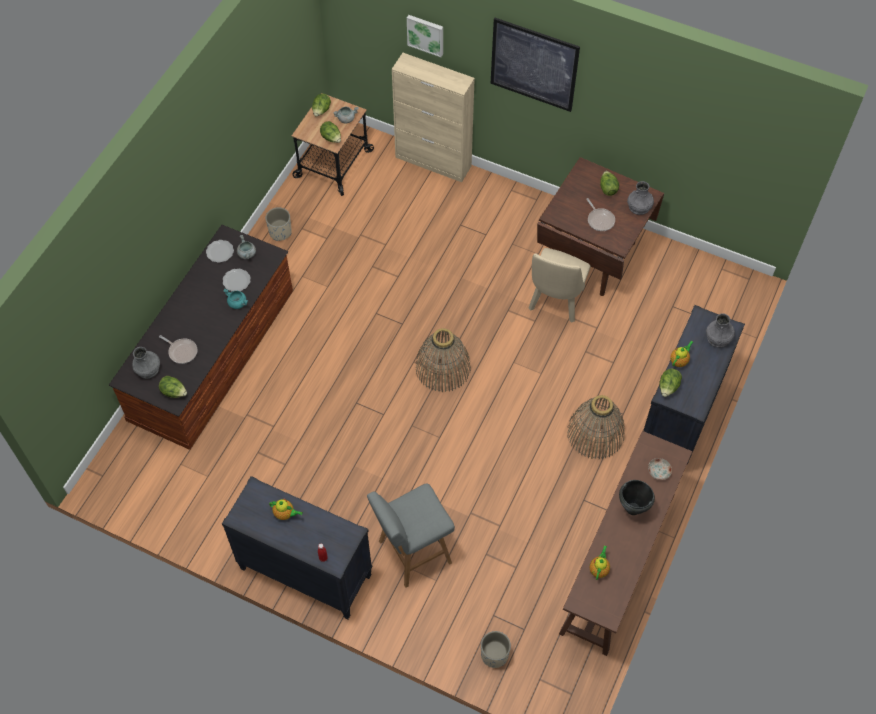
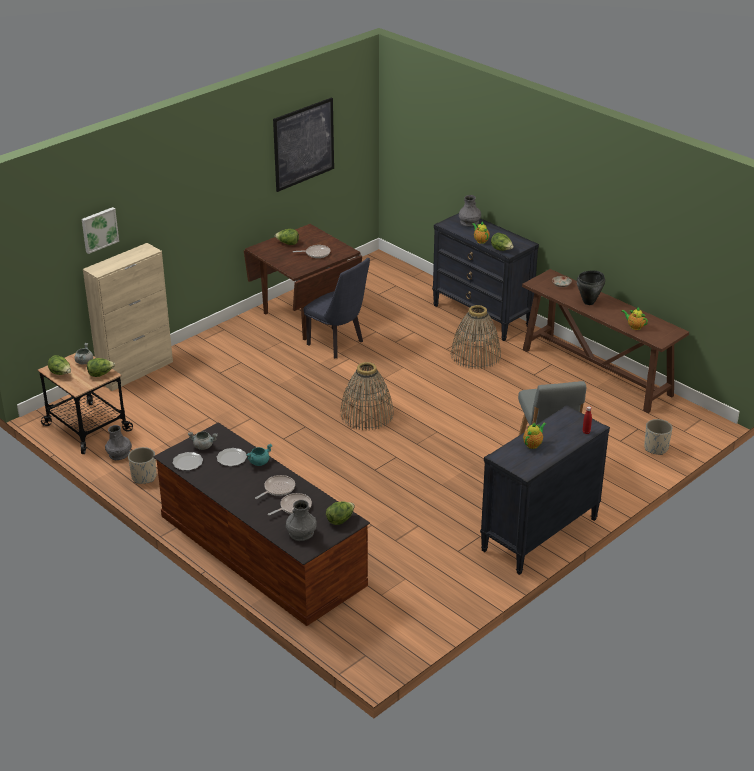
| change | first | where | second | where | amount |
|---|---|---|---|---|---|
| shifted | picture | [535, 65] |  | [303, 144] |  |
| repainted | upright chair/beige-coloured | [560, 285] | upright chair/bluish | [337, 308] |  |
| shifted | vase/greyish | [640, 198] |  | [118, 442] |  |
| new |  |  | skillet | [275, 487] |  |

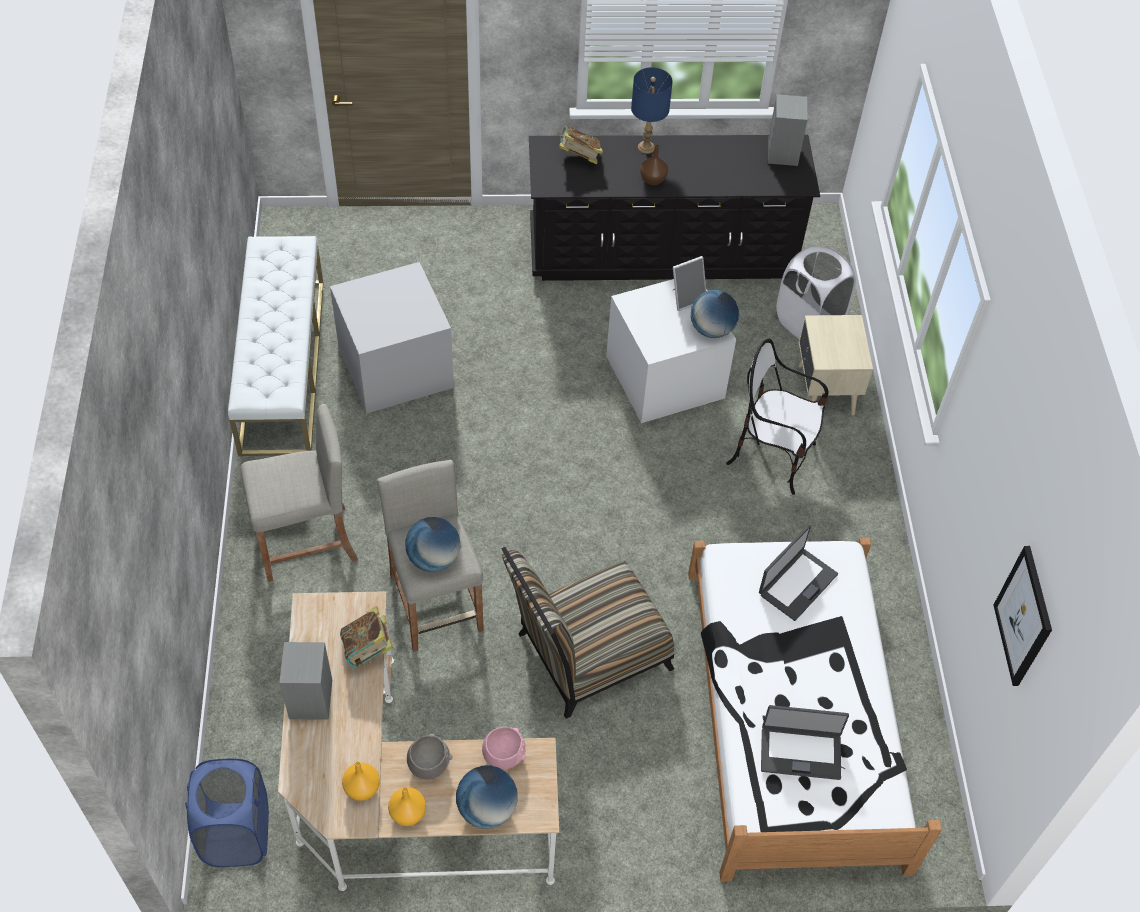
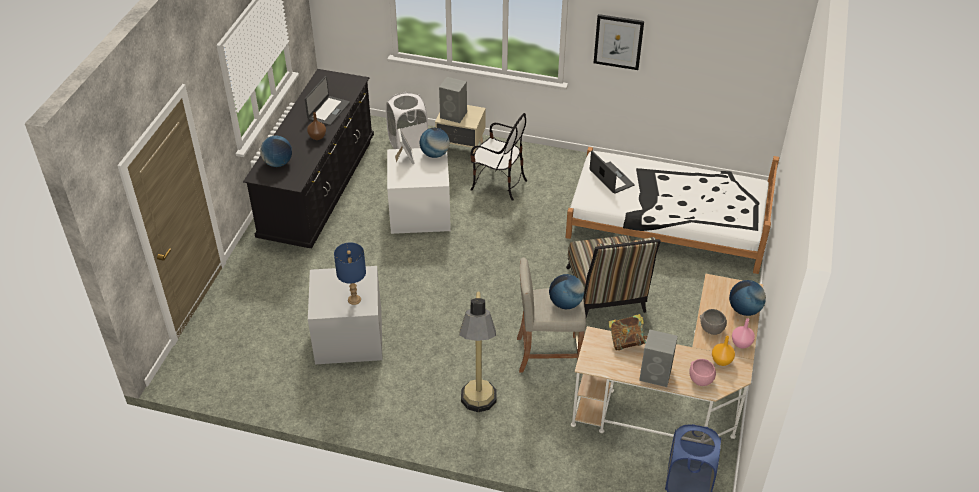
| change | first | where | second | where | amount |
|---|---|---|---|---|---|
| gone | long seat/white-coloured | [275, 346] |  |  |  |
| swapped | stool/beige-coloured | [299, 492] | floor lamp | [478, 351] |  |
| repainted | vase/orangey | [407, 806] | vase/pinkish | [743, 333] |  |
| shifted | bowl/pinkish | [504, 748] |  | [702, 372] |  |
| swapped | book | [580, 145] | world globe | [276, 151] |  |
| shifted | table lamp/bluish | [652, 110] |  | [350, 273] |  |
| rotated | upright chair | [777, 417] |  | [499, 157] | 105 degrees counterclockwise |
| shifted | portable computer | [805, 742] |  | [327, 101] |  |
| shifted | loudspeaker/greyish | [788, 130] |  | [453, 100] |  |
| shifted | picture | [1023, 616] |  | [619, 42] |  |

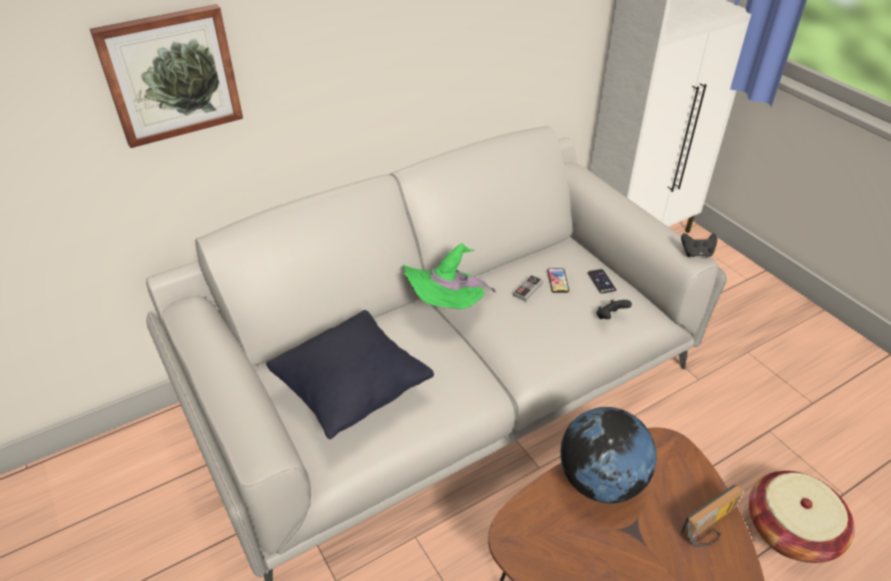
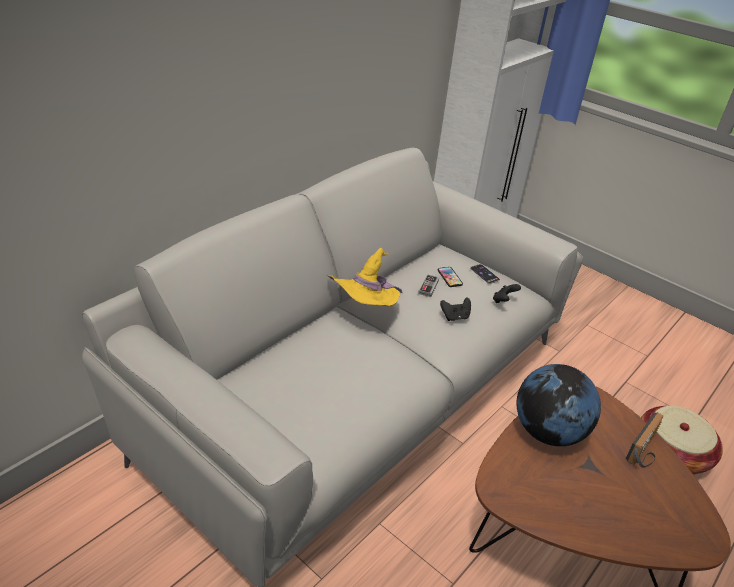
| change | first | where | second | where | amount |
|---|---|---|---|---|---|
| gone | picture | [166, 76] |  |  |  |
| gone | pillow/black | [350, 374] |  |  |  |
| repainted | clothing hat/green | [449, 276] | clothing hat/yellow | [365, 277] |  |
| shifted | joypad/black | [699, 245] |  | [455, 309] |  |

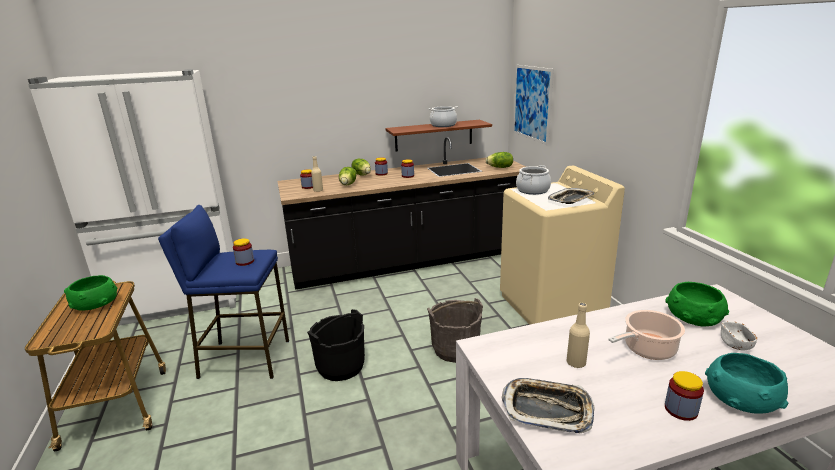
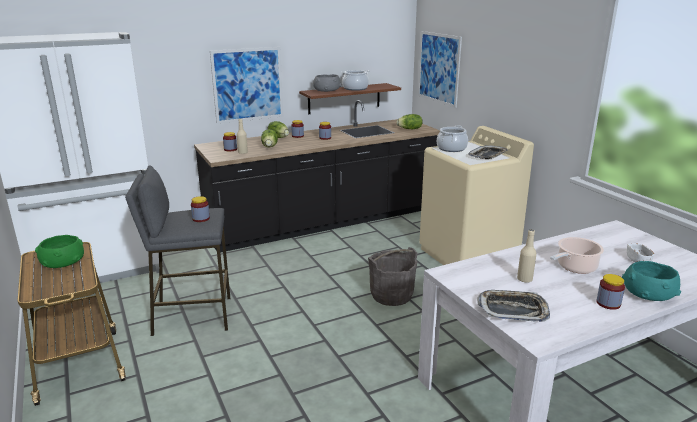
| change | first | where | second | where | amount |
|---|---|---|---|---|---|
| repainted | stool/bluish | [223, 292] | stool/greyish | [177, 251] |  |
| gone | pail/black | [336, 345] |  |  |  |
| gone | bowl/green | [697, 304] |  |  |  |
| new |  |  | picture | [246, 85] |  |
| new |  |  | bowl/greyish | [327, 83] |  |

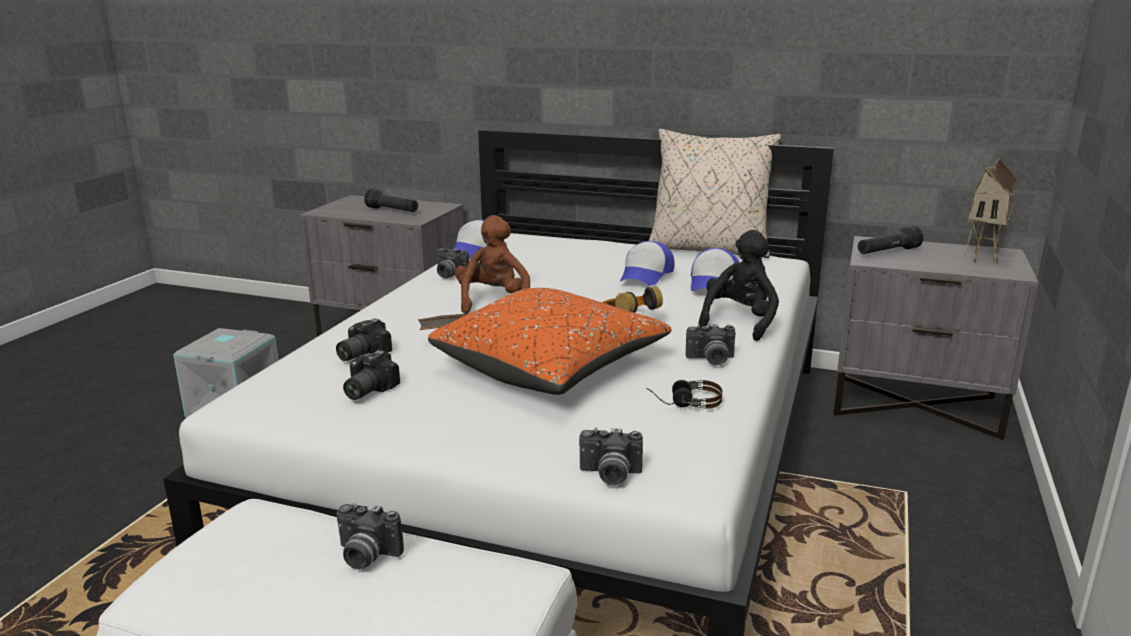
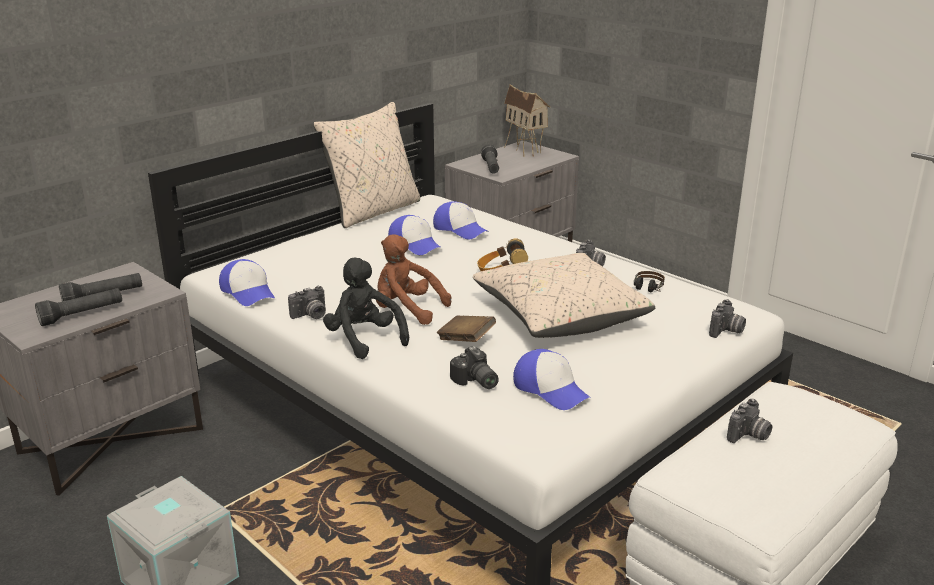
| change | first | where | second | where | amount |
|---|---|---|---|---|---|
| swapped | still camera | [371, 375] | cap | [552, 379] |  |
| repainted | pillow/orangey | [550, 341] | pillow/beige-coloured | [564, 295] |  |
| shifted | soft toy/black | [738, 285] |  | [366, 308] |  |
| new |  |  | torch/black | [78, 307] |  |

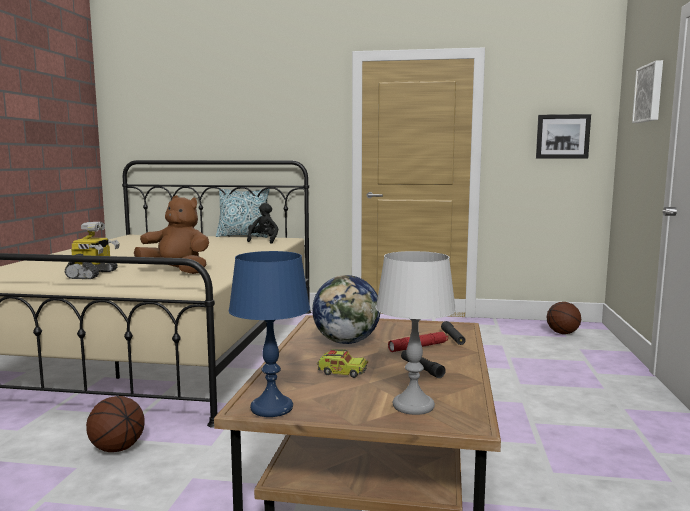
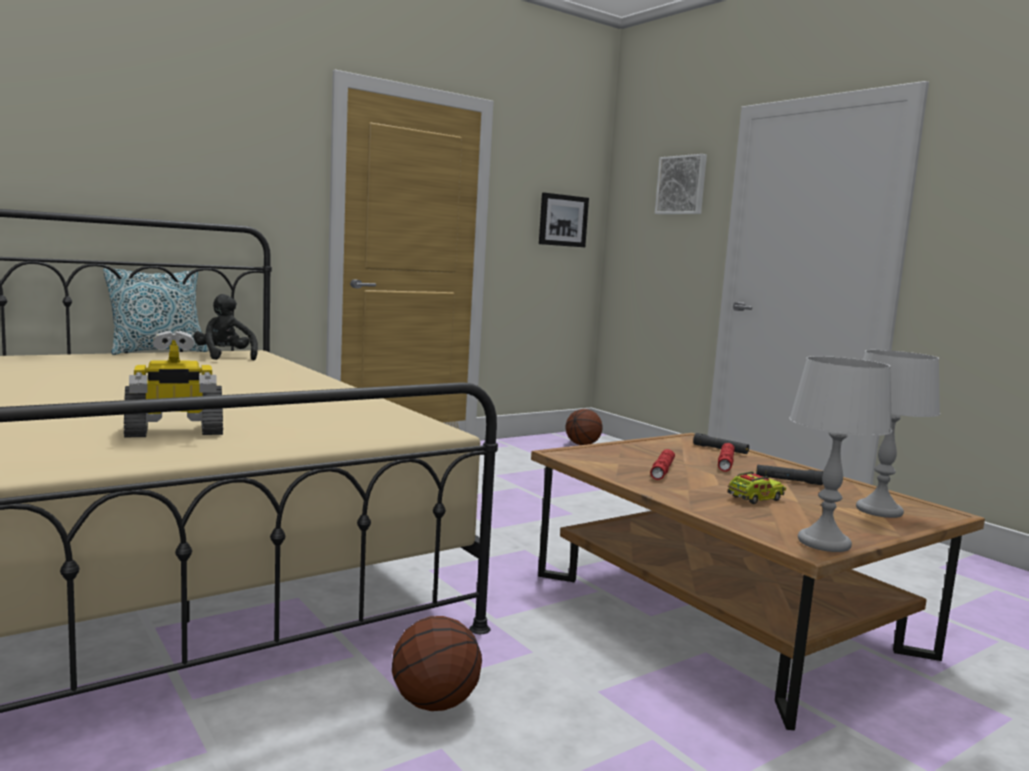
| change | first | where | second | where | amount |
|---|---|---|---|---|---|
| rotated | robot figure | [92, 250] |  | [173, 383] | 105 degrees clockwise |
| gone | soft toy/brown-coloured | [171, 234] |  |  |  |
| repainted | table lamp/bluish | [269, 334] | table lamp/greyish | [840, 454] |  |
| swapped | world globe | [346, 309] | torch/reddish | [662, 464] |  |

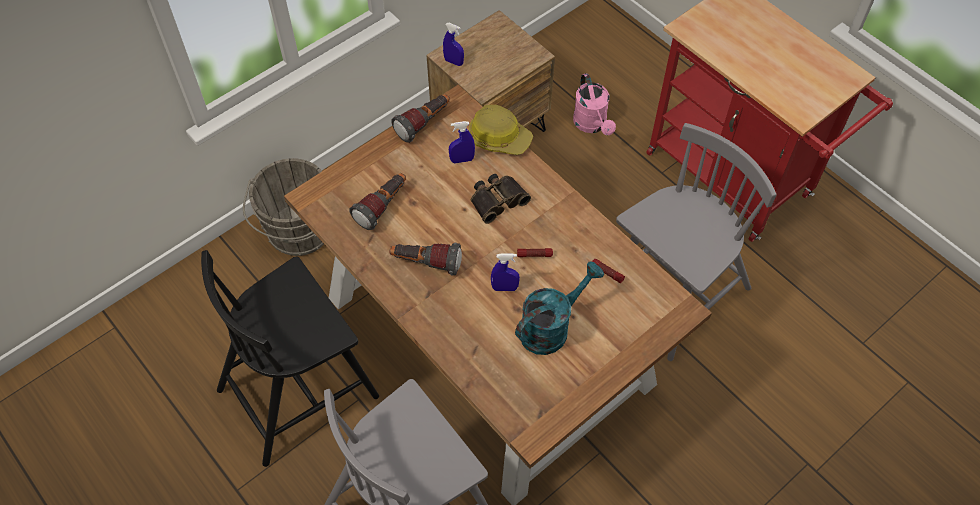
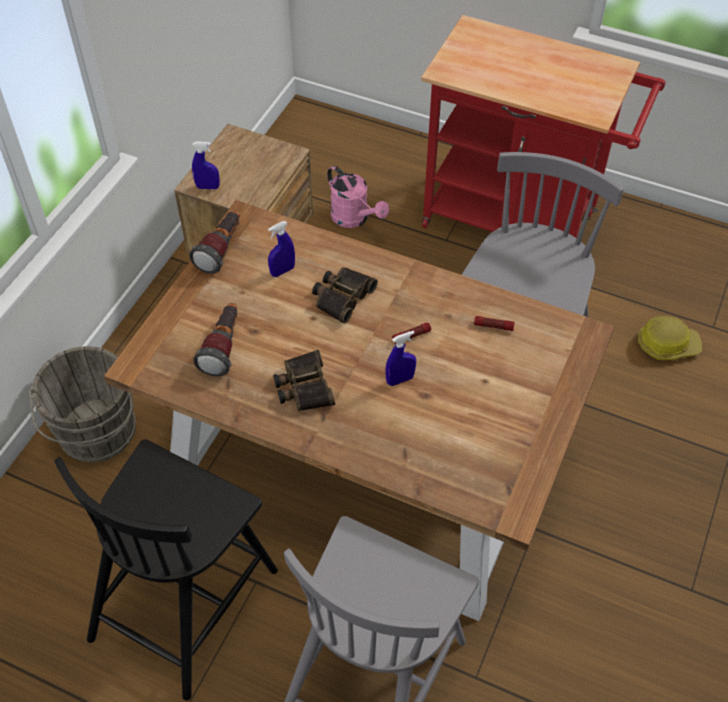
| change | first | where | second | where | amount |
|---|---|---|---|---|---|
| swapped | torch | [425, 259] | field glasses | [304, 381] |  |
| shifted | work helmet | [501, 130] |  | [670, 338] |  |
| gone | watering pot/blue-green | [559, 308] |  |  |  |

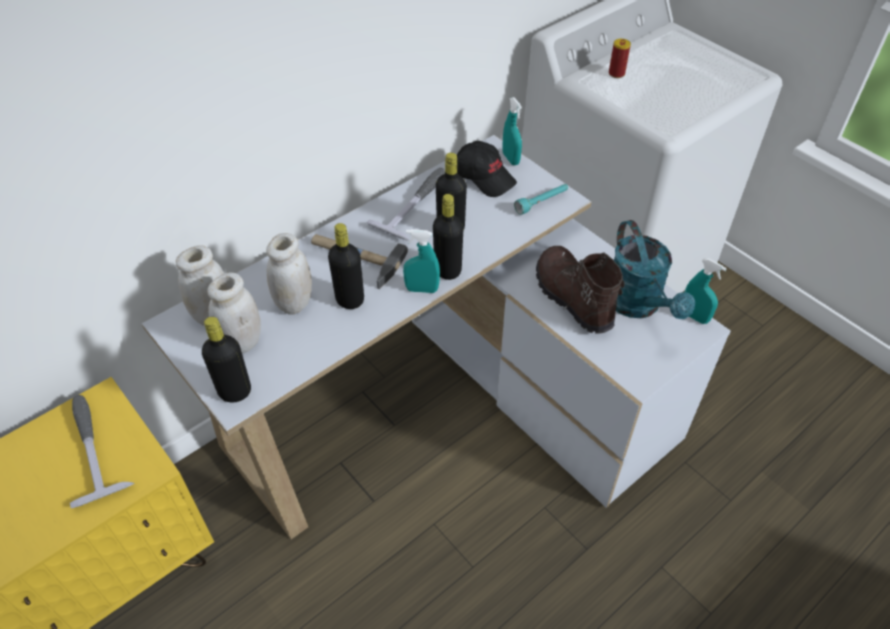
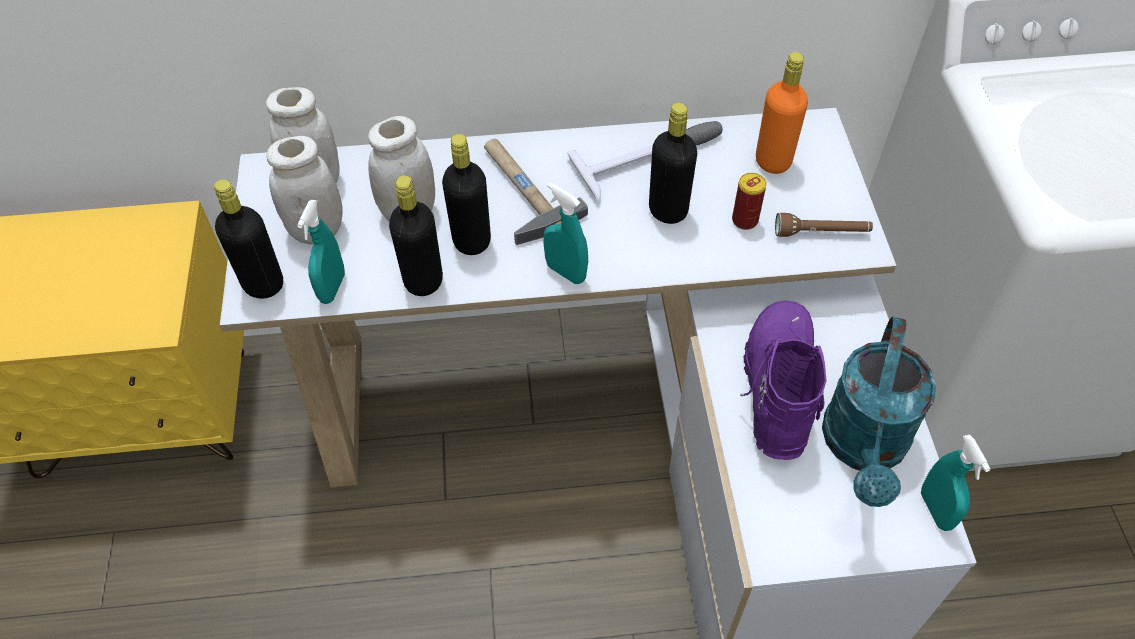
| change | first | where | second | where | amount |
|---|---|---|---|---|---|
| gone | tool hammer | [102, 451] |  |  |  |
| shifted | bottle/black | [448, 237] |  | [416, 235] |  |
| swapped | cap/black | [487, 169] | bottle/orangey | [782, 113] |  |
| shifted | spray bottle/blue-green | [512, 131] |  | [321, 252] |  |
| repainted | torch/blue-green | [541, 199] | torch/brown-coloured | [824, 225] |  |
| repainted | boot/brown-coloured | [580, 290] | boot/purplish | [783, 380] |  |
| shifted | metal can | [620, 58] |  | [749, 201] |  |

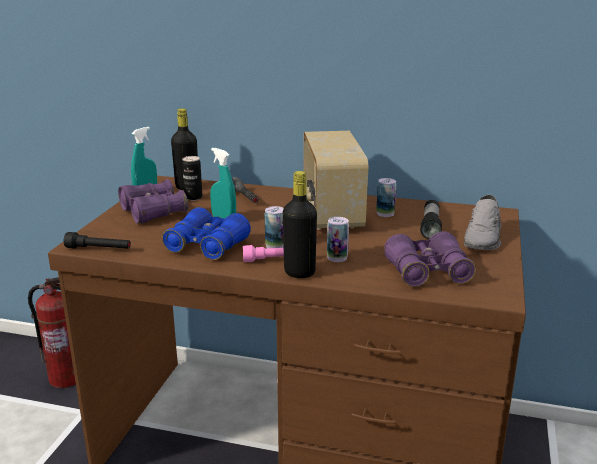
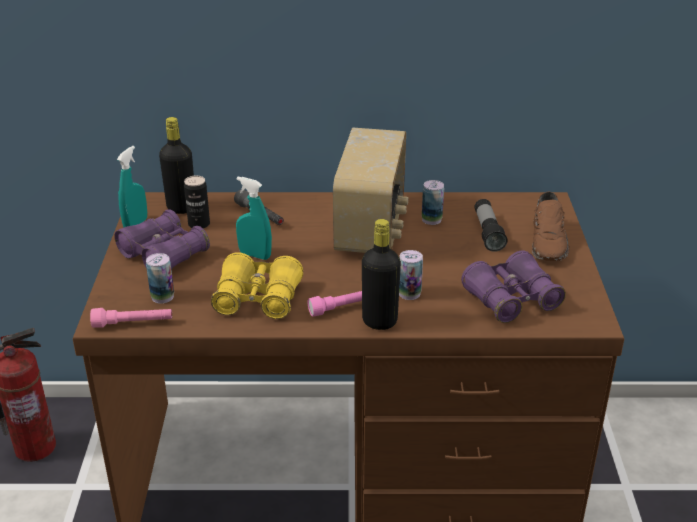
| change | first | where | second | where | amount |
|---|---|---|---|---|---|
| repainted | torch/black | [97, 240] | torch/pinkish | [131, 318] |  |
| repainted | field glasses/bluish | [206, 233] | field glasses/yellow | [257, 285] |  |
| shifted | metal can | [274, 227] |  | [160, 278] |  |
| rotated | radio | [336, 180] |  | [370, 190] | 150 degrees counterclockwise |
| repainted | item of footwear/greyish | [482, 222] | item of footwear/brown-coloured | [551, 226] |  |

